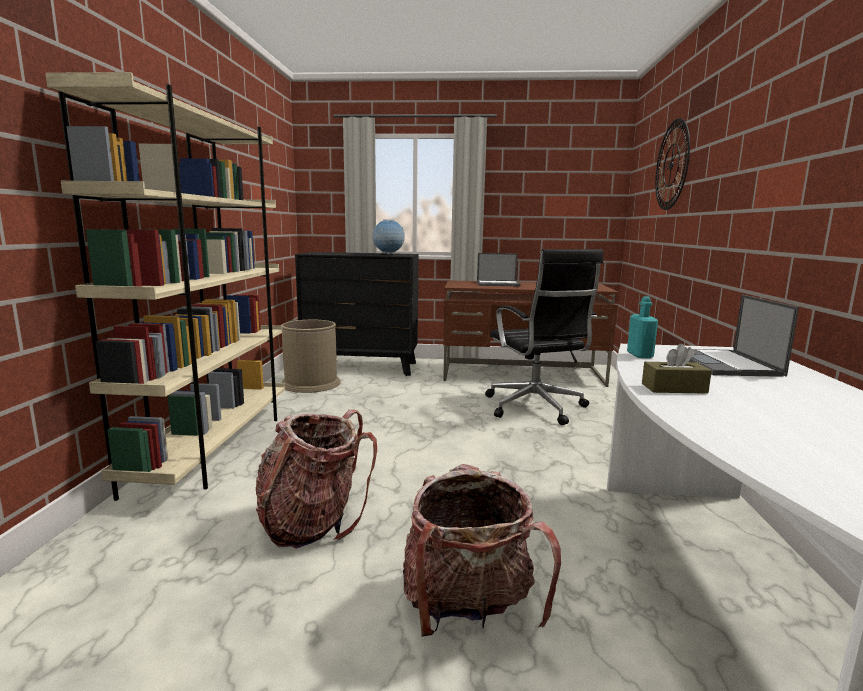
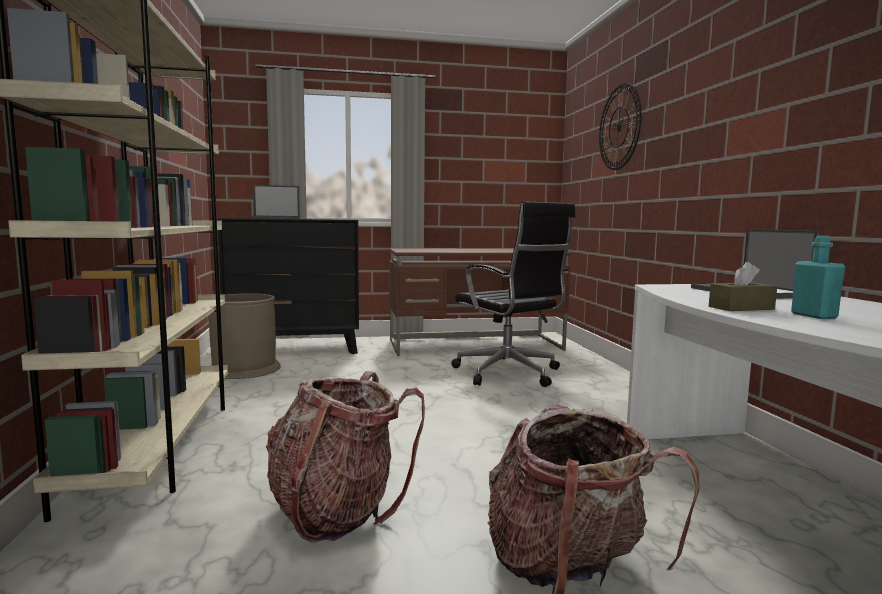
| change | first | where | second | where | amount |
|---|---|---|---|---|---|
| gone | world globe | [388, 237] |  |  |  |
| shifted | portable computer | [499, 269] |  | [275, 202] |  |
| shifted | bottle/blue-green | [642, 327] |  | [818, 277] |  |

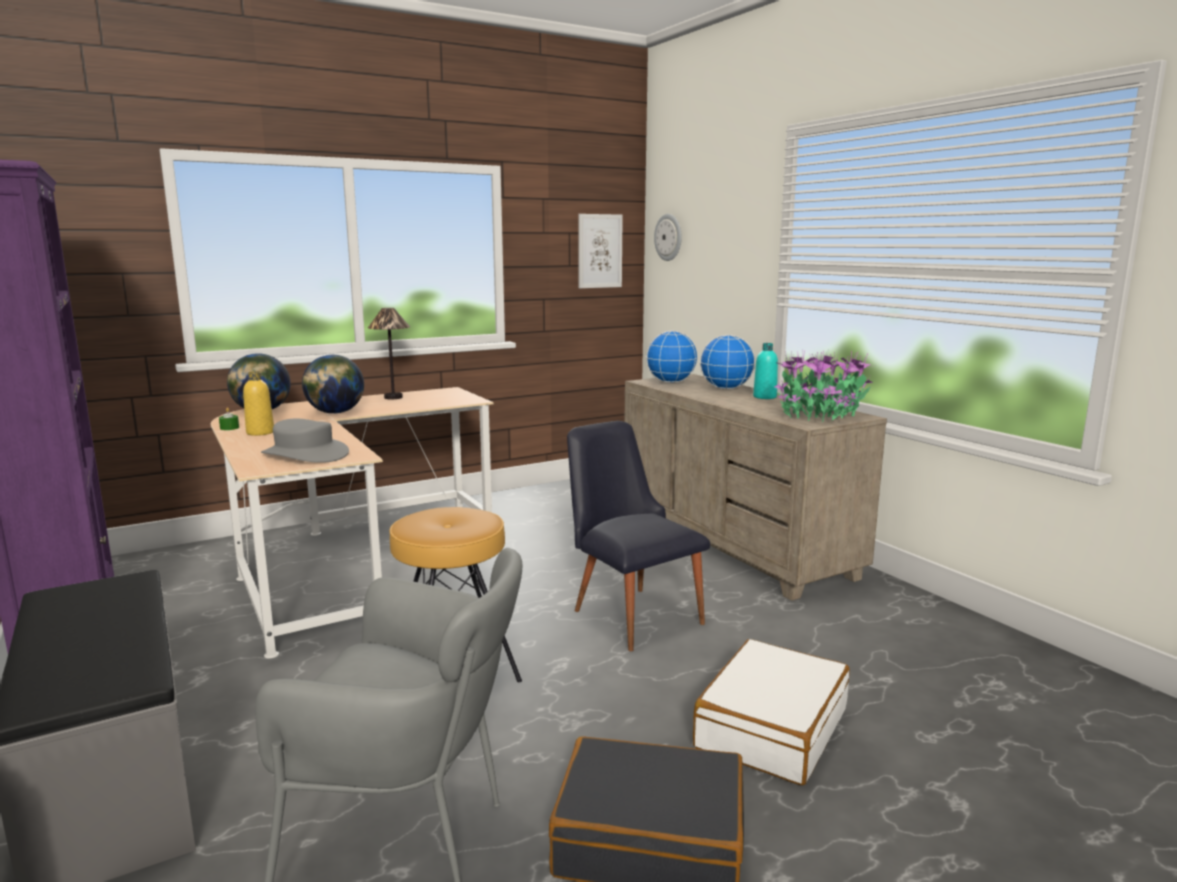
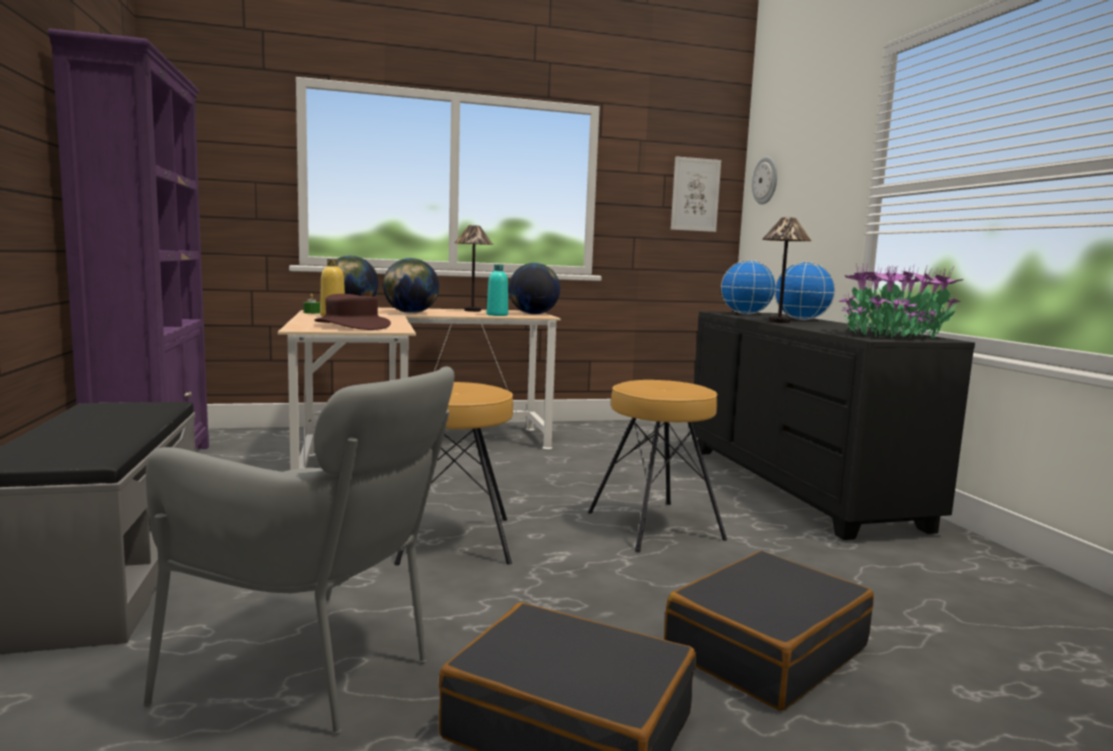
| change | first | where | second | where | amount |
|---|---|---|---|---|---|
| repainted | clothing hat/greyish | [305, 441] | clothing hat/brown-coloured | [352, 312] |  |
| swapped | upright chair/black | [638, 536] | stool/brown-coloured | [657, 466] |  |
| repainted | drawer chest/beige-coloured | [756, 487] | drawer chest/black | [833, 425] |  |
| repainted | travel case/white-coloured | [771, 712] | travel case/black | [769, 631] |  |
| shifted | bottle/blue-green | [765, 371] |  | [497, 290] |  |
| new |  |  | world globe | [534, 288] |  |
| new |  |  | table lamp | [786, 270] |  |

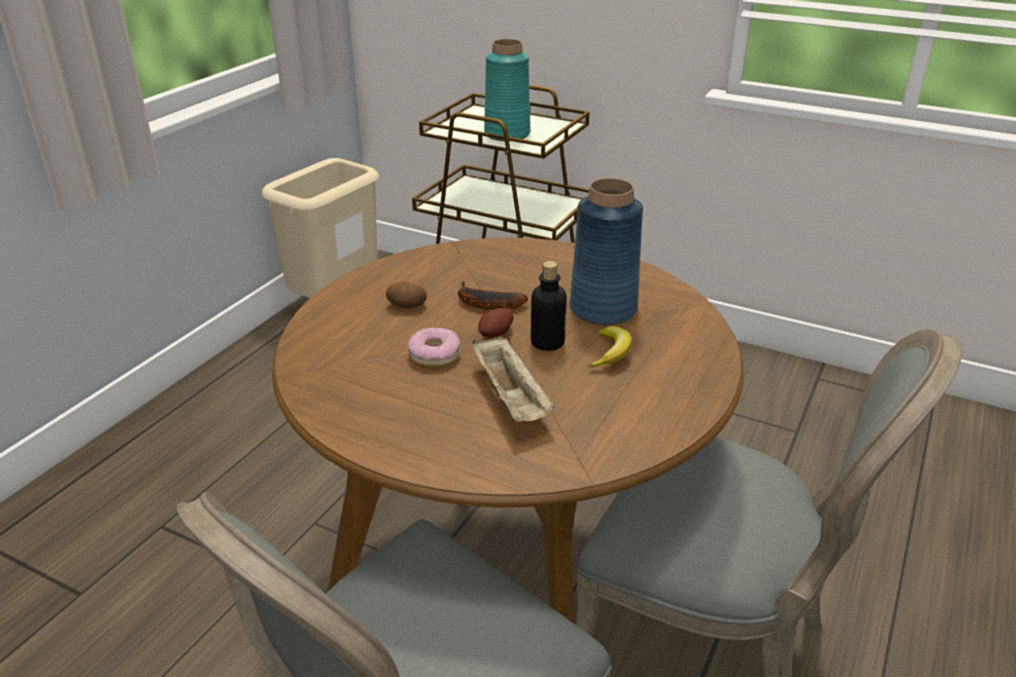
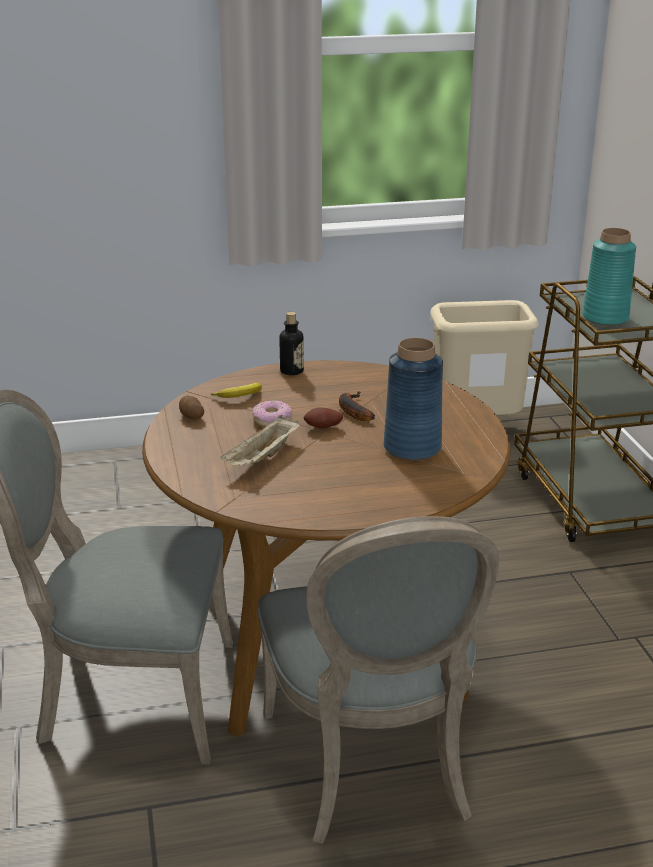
| change | first | where | second | where | amount |
|---|---|---|---|---|---|
| shifted | spud | [406, 295] |  | [191, 407] |  |
| shifted | bottle | [549, 306] |  | [291, 343] |  |
| shifted | banana fruit | [610, 347] |  | [236, 390] |  |

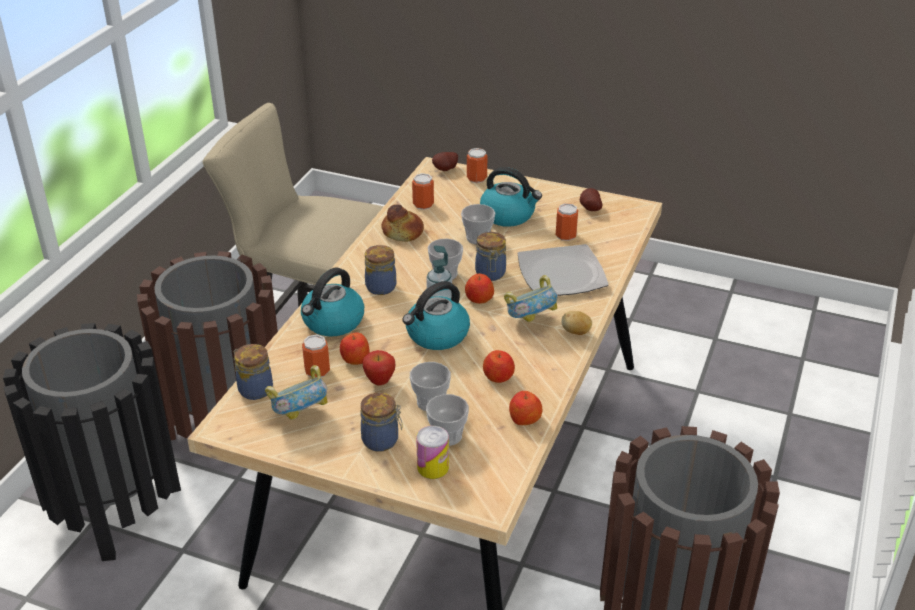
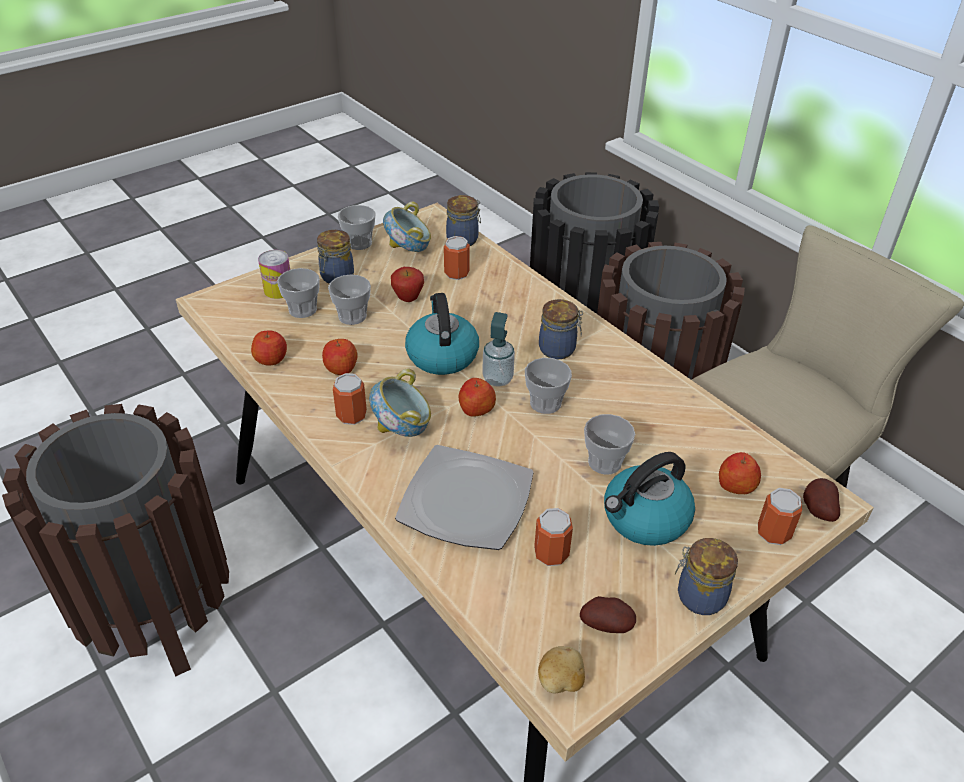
| change | first | where | second | where | amount |
|---|---|---|---|---|---|
| gone | water kettle | [332, 301] |  |  |  |
| shifted | whole apple | [354, 349] |  | [740, 473] |  |
| gone | baked bread | [402, 223] |  |  |  |
| shifted | metal can | [423, 191] |  | [350, 399] |  |
| shifted | jar | [490, 256] |  | [706, 576] |  |
| shifted | spud | [576, 323] |  | [561, 670] |  |
| new |  |  | cup | [357, 227] |  |

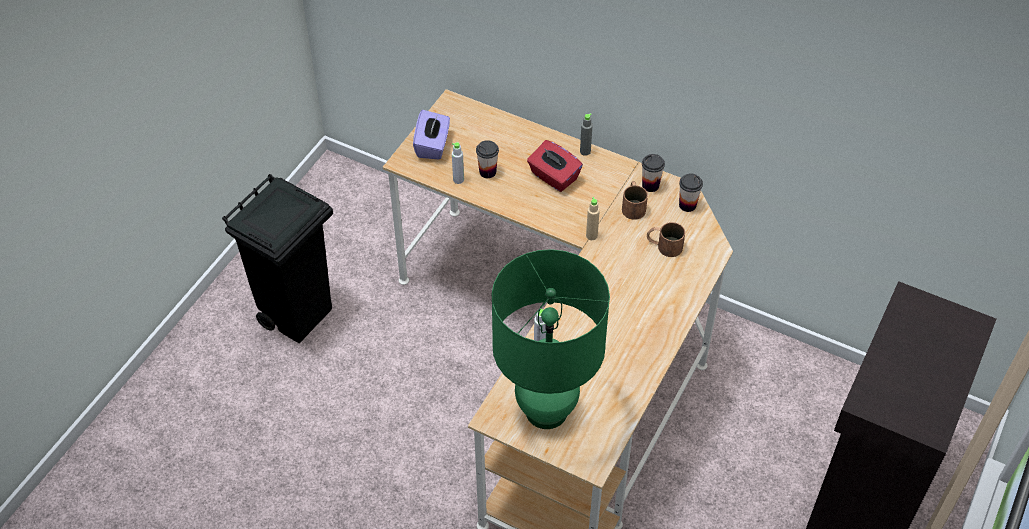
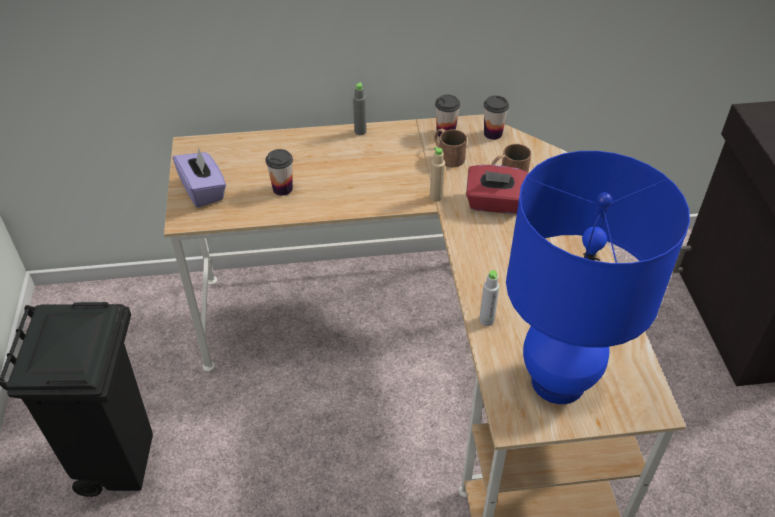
| change | first | where | second | where | amount |
|---|---|---|---|---|---|
| gone | bottle/greyish | [458, 163] |  |  |  |
| repainted | table lamp/green | [551, 339] | table lamp/bluish | [598, 277] |  |
| shifted | tissue box/reddish | [555, 166] |  | [497, 189] |  |

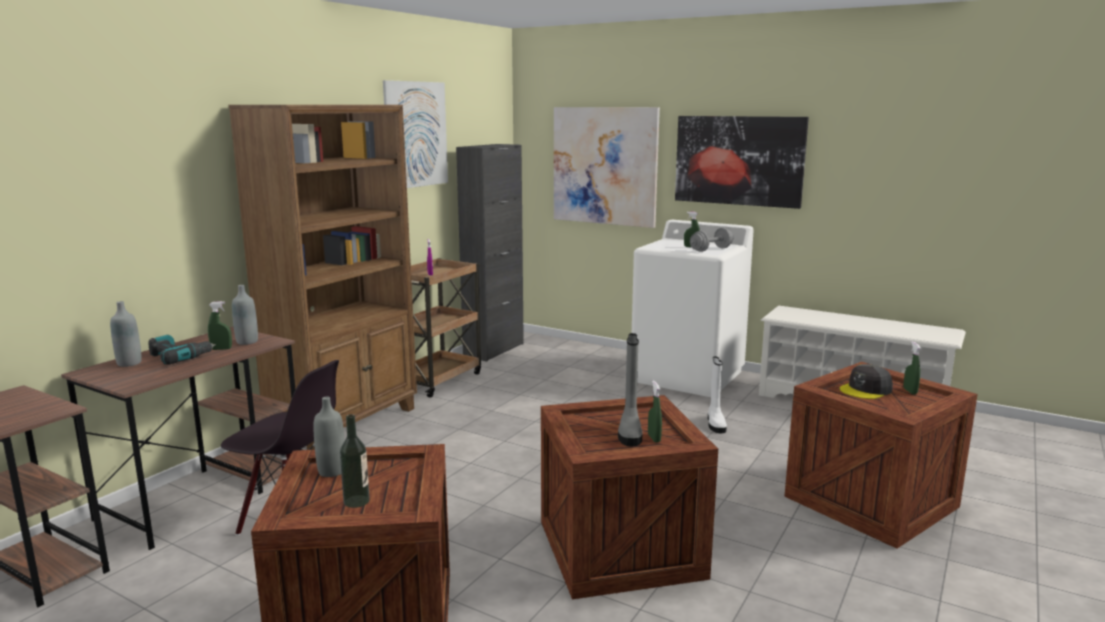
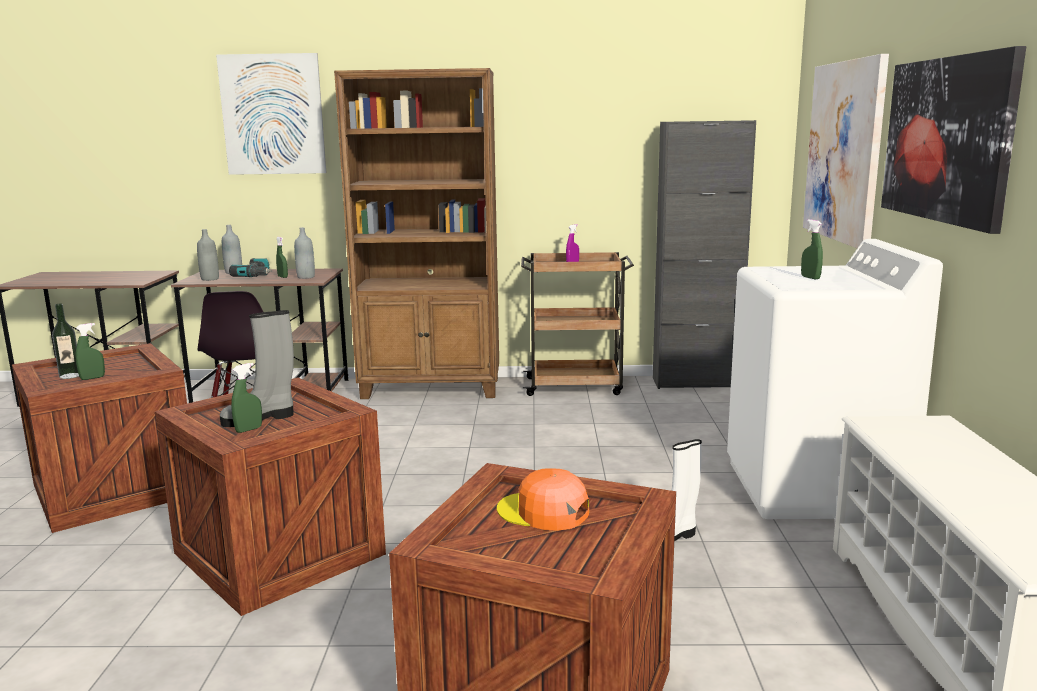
| change | first | where | second | where | amount |
|---|---|---|---|---|---|
| shifted | bottle/greyish | [329, 437] |  | [208, 255] |  |
| shifted | picture | [415, 134] |  | [271, 114] |  |
| gone | free weight/greyish | [711, 240] |  |  |  |
| repainted | cap/greyish | [866, 381] | cap/orangey | [543, 499] |  |
| shifted | spray bottle/green | [912, 368] |  | [90, 351] |  |

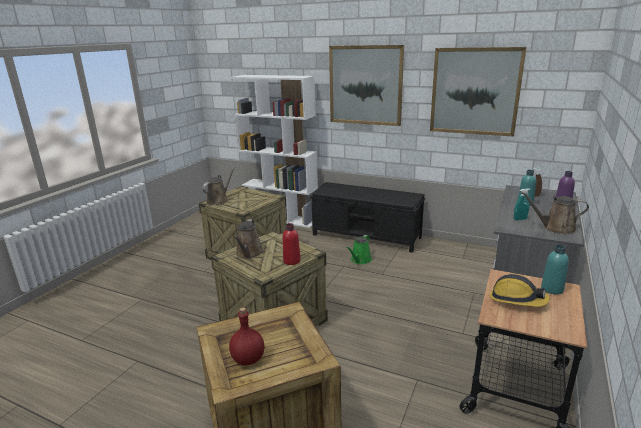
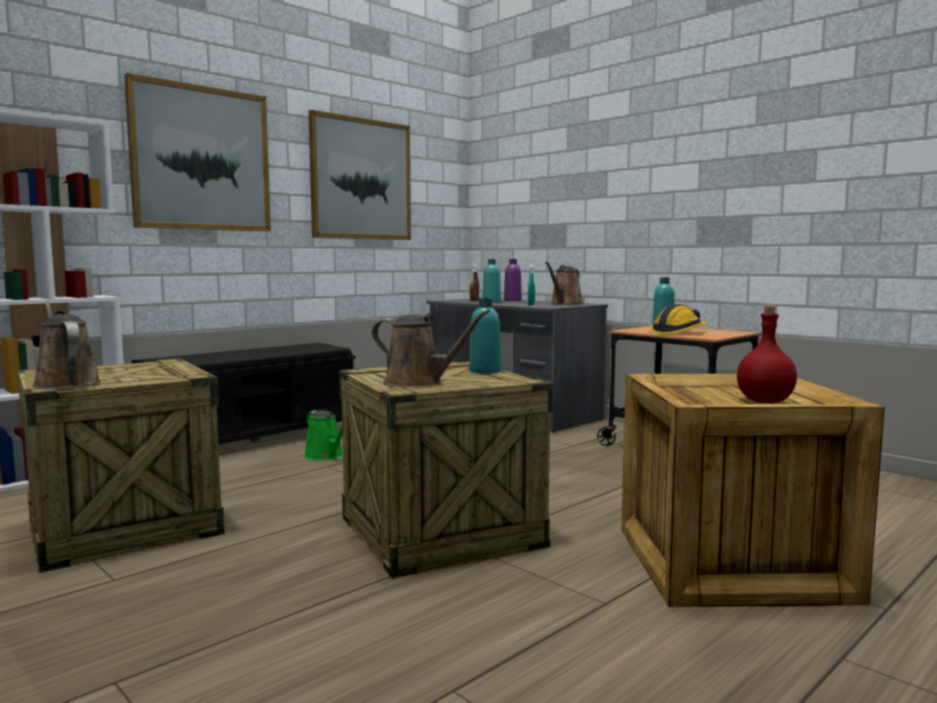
| change | first | where | second | where | amount |
|---|---|---|---|---|---|
| repainted | bottle/reddish | [292, 244] | bottle/blue-green | [485, 335] |  |

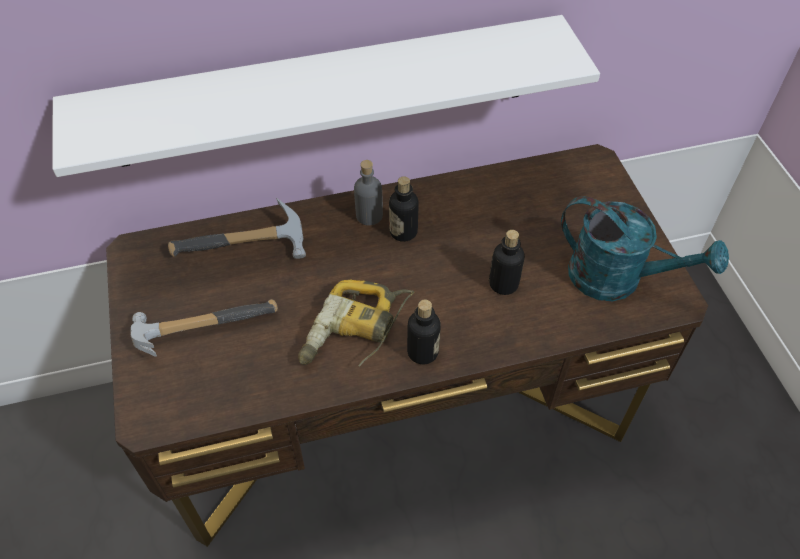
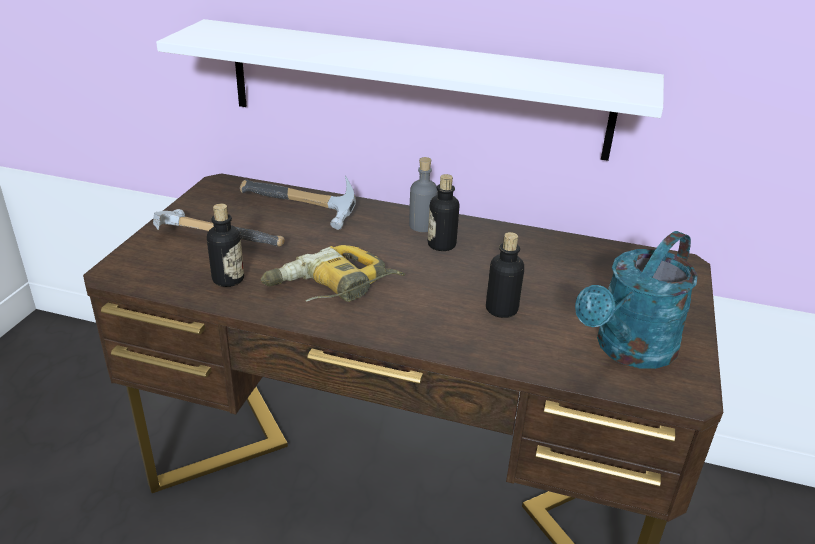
| change | first | where | second | where | amount |
|---|---|---|---|---|---|
| shifted | bottle | [424, 332] |  | [225, 245] |  |
| rotated | watering pot/blue-green | [645, 248] |  | [636, 300] | 75 degrees clockwise |

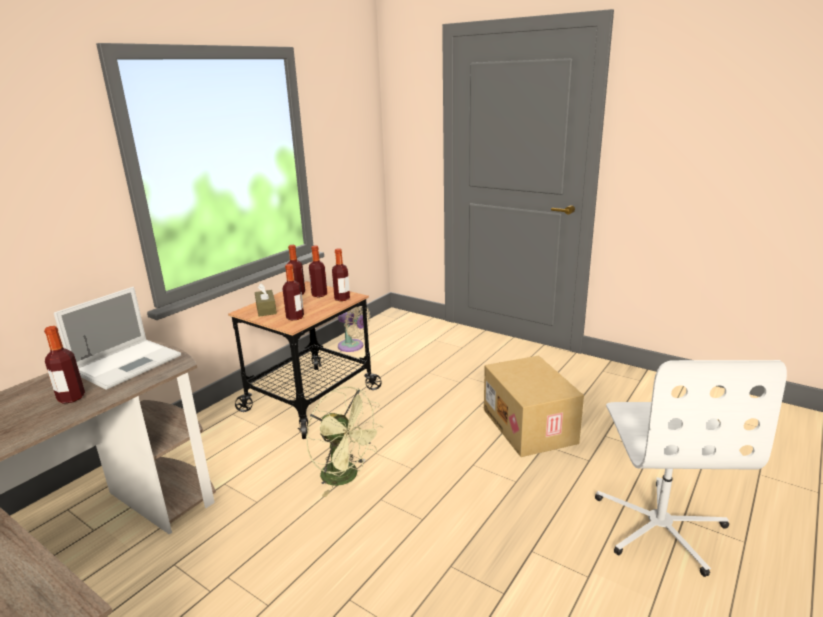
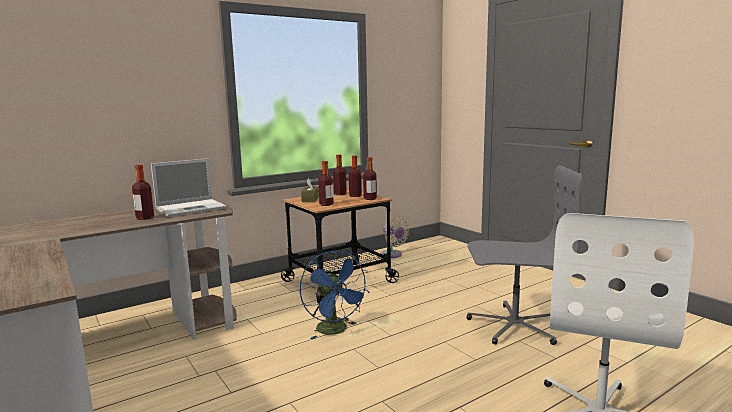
| change | first | where | second | where | amount |
|---|---|---|---|---|---|
| repainted | fan/green | [345, 442] | fan/bluish | [335, 295] |  |
| swapped | cardboard box | [534, 406] | desk chair/greyish | [524, 255] |  |

